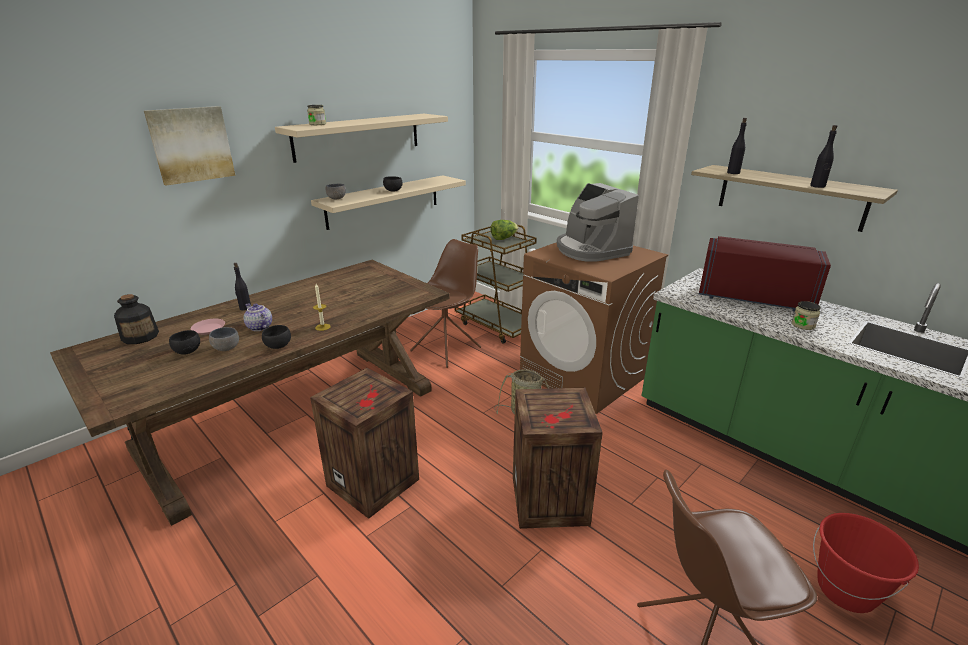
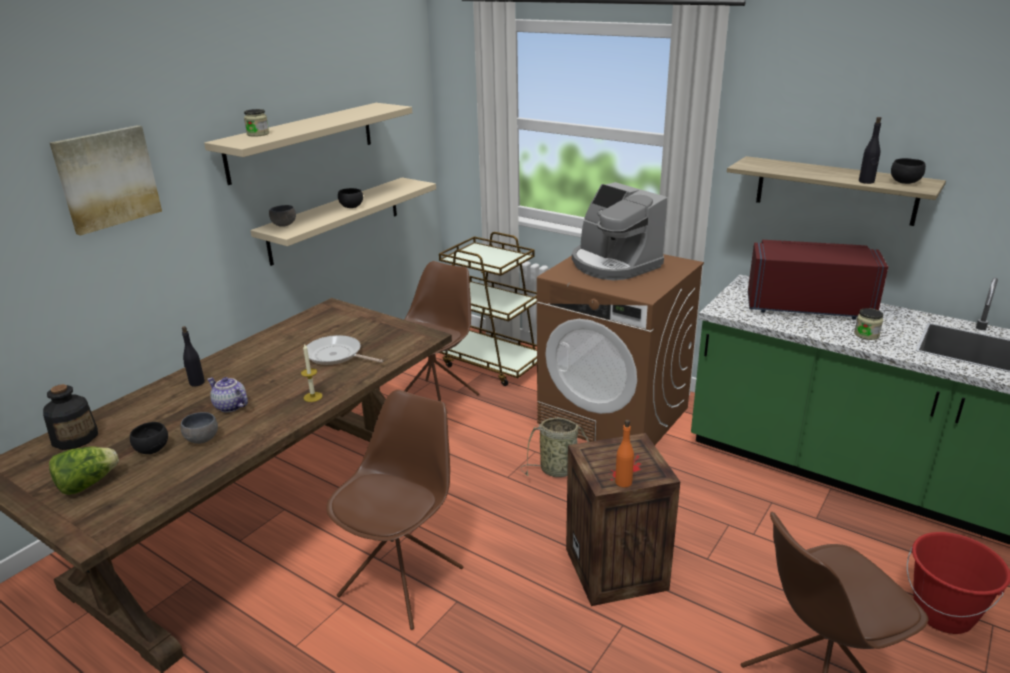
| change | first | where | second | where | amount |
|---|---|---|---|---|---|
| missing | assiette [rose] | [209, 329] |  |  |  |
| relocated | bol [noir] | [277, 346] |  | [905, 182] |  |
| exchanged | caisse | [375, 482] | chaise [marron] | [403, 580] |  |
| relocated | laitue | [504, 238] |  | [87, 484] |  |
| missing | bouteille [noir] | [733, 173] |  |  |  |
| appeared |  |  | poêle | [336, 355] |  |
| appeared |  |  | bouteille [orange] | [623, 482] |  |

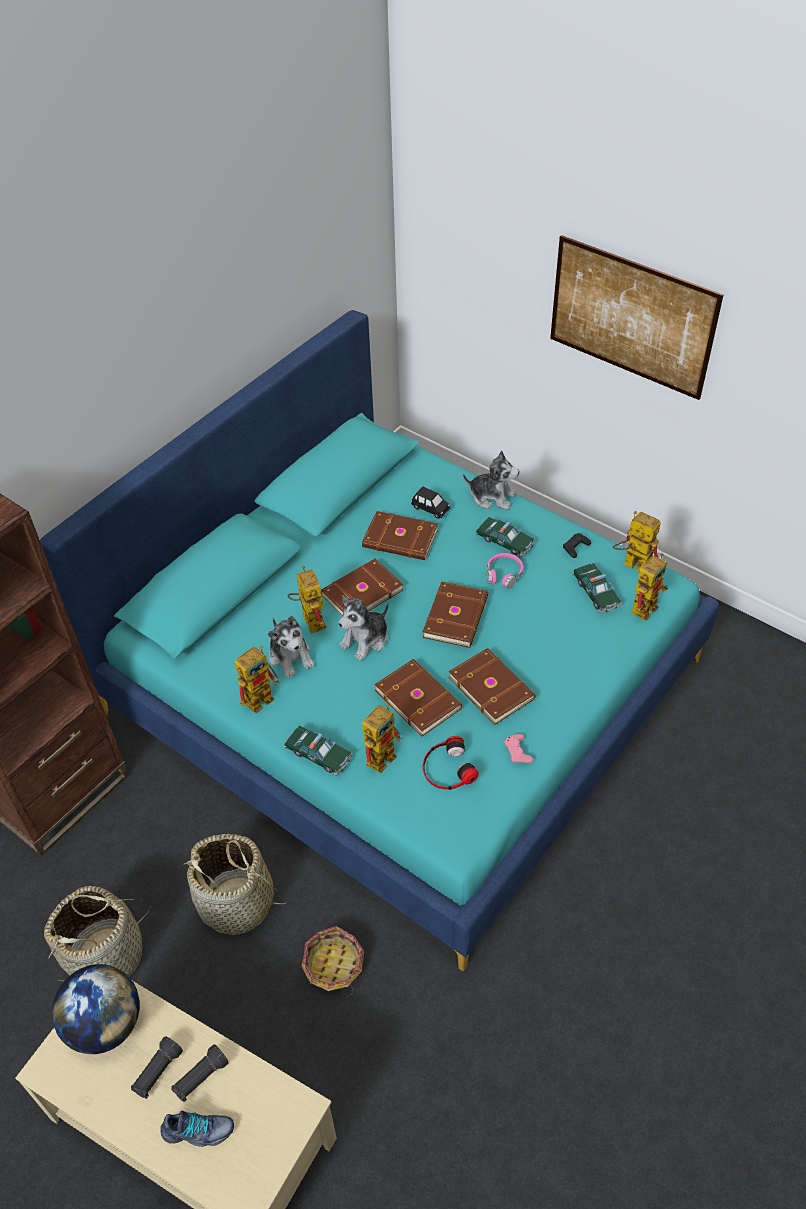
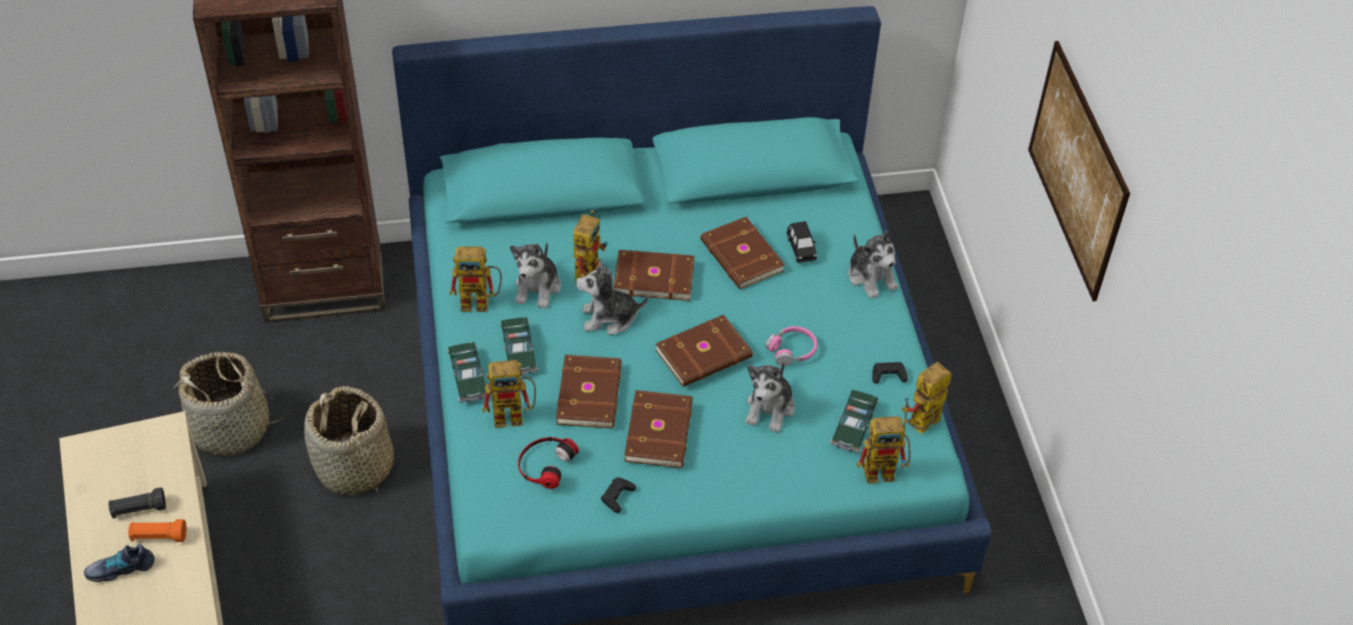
| change | first | where | second | where | amount |
|---|---|---|---|---|---|
| missing | globe | [105, 1024] |  |  |  |
| spun | chaussure | [198, 1131] |  | [120, 568] | 120 degrees clockwise |
| colour | lampe de poche [noir] | [200, 1077] | lampe de poche [orange] | [159, 537] |  |
| missing | panier | [334, 965] |  |  |  |
| relocated | petite voiture | [504, 541] |  | [519, 351] |  |
| colour | manette [rose] | [518, 752] | manette [noir] | [617, 497] |  |
| spun | robot jouet | [631, 564] |  | [921, 427] | 120 degrees counterclockwise |
| appeared |  |  | peluche | [770, 408] |  |

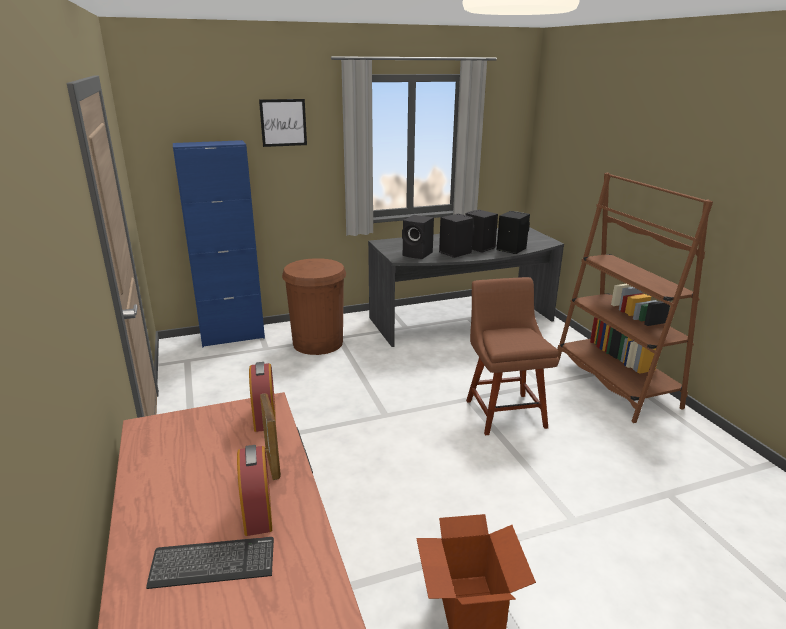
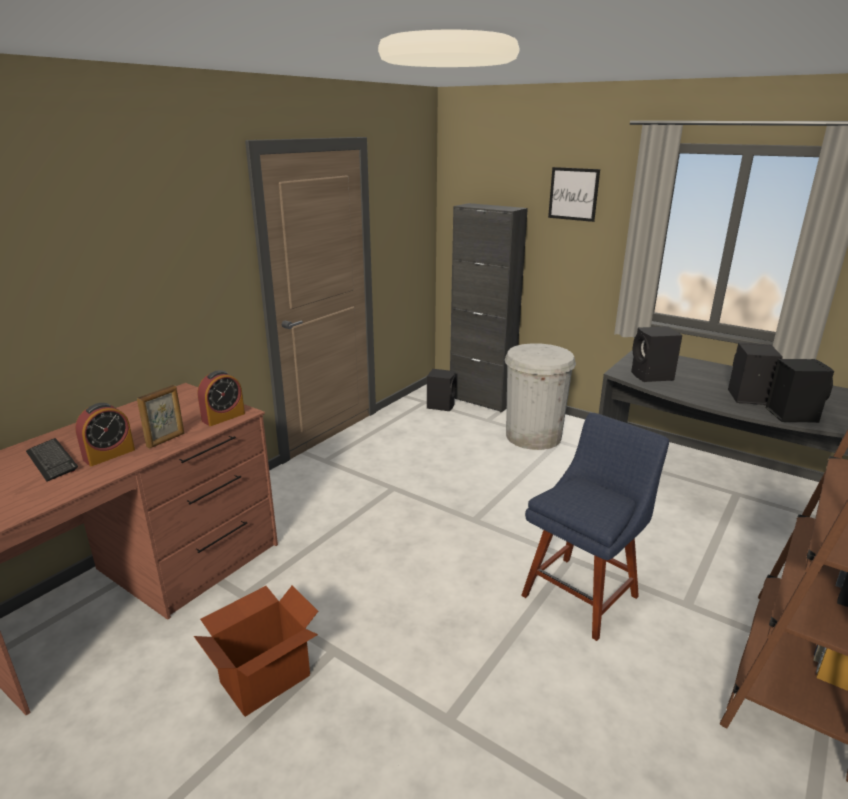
| change | first | where | second | where | amount |
|---|---|---|---|---|---|
| colour | meuble de rangement [bleu] | [232, 337] | meuble de rangement [noir] | [481, 400] |  |
| colour | poubelle [marron] | [317, 343] | poubelle [blanc] | [533, 436] |  |
| relocated | enceinte [noir] | [454, 252] |  | [441, 405] |  |
| colour | chaise [marron] | [504, 411] | chaise [bleu] | [583, 593] |  |

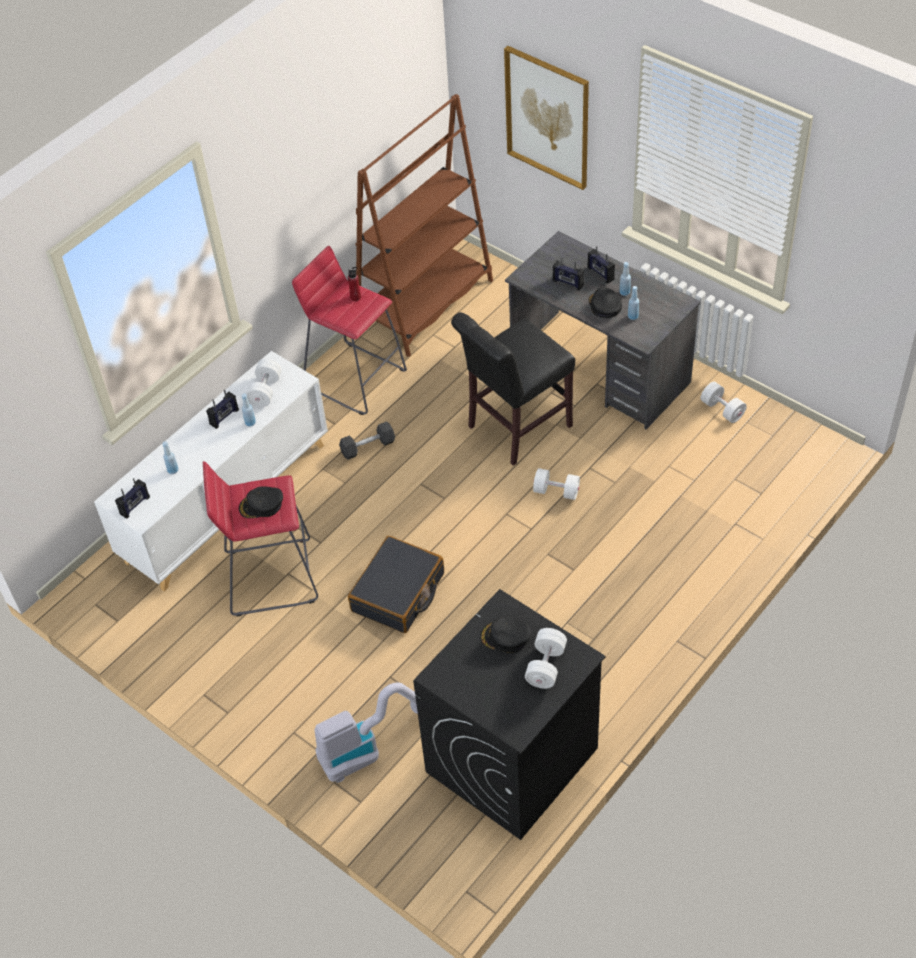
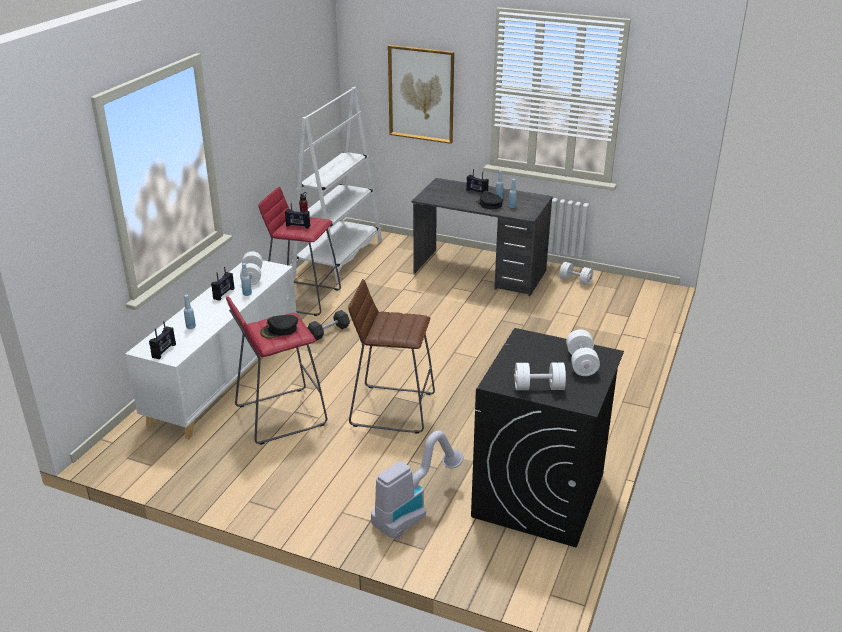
| change | first | where | second | where | amount |
|---|---|---|---|---|---|
| exchanged | valise [noir] | [398, 593] | tabouret [marron] | [392, 408] |  |
| colour | bibliothèque [marron] | [425, 305] | bibliothèque [blanc] | [339, 257] |  |
| missing | chaise [noir] | [515, 429] |  |  |  |
| missing | casquette [noir] | [505, 637] |  |  |  |
| relocated | haltère [blanc] | [556, 491] |  | [538, 387] |  |
| relocated | radio | [568, 283] |  | [298, 226] |  |

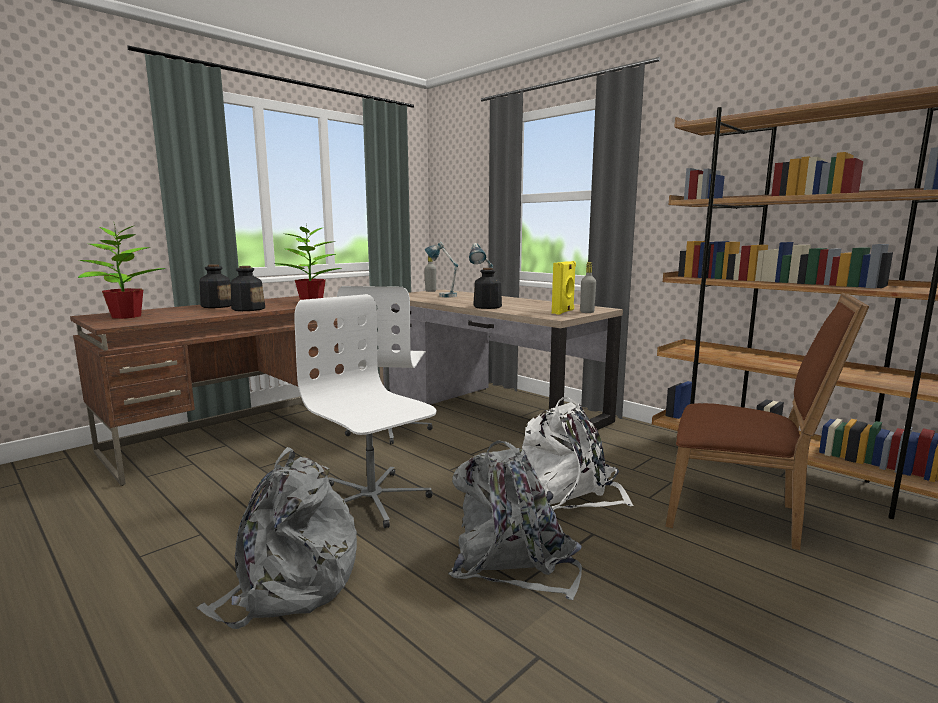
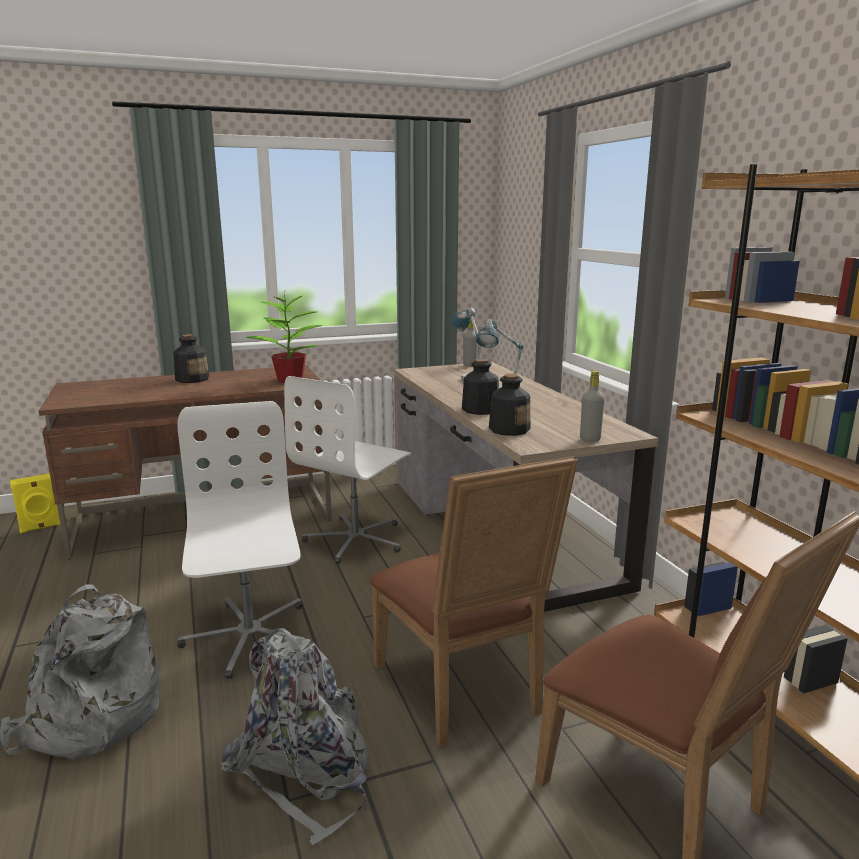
| change | first | where | second | where | amount |
|---|---|---|---|---|---|
| missing | plante en pot | [125, 316] |  |  |  |
| relocated | bouteille | [248, 309] |  | [509, 429] |  |
| exchanged | sac à dos [blanc] | [569, 494] | chaise [marron] | [464, 692] |  |
| relocated | enceinte [jaune] | [563, 312] |  | [41, 527] |  |

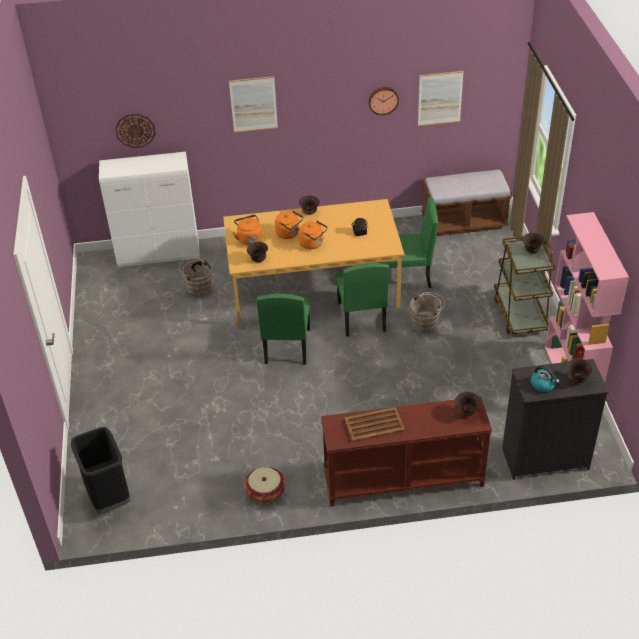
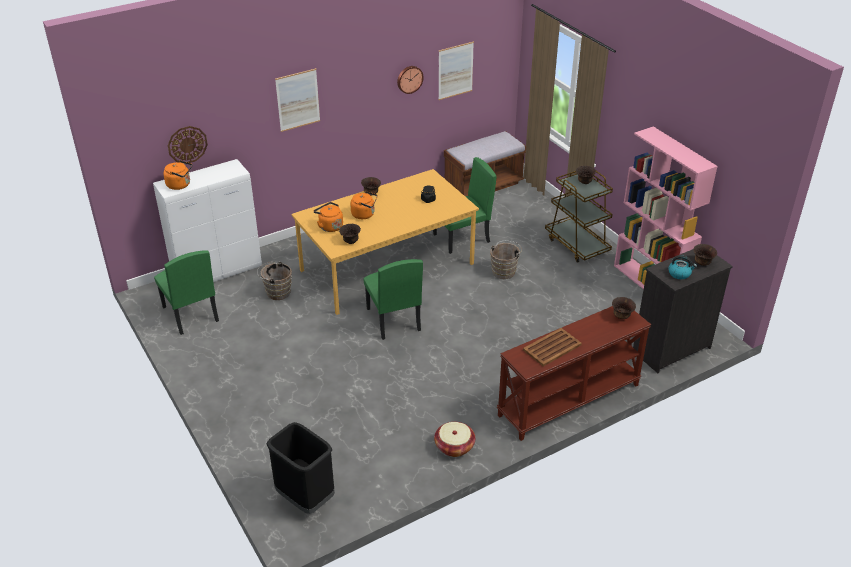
| change | first | where | second | where | amount |
|---|---|---|---|---|---|
| relocated | bouilloire [orange] | [313, 244] |  | [180, 185] |  |
| relocated | chaise [vert] | [361, 317] |  | [190, 314] |  |

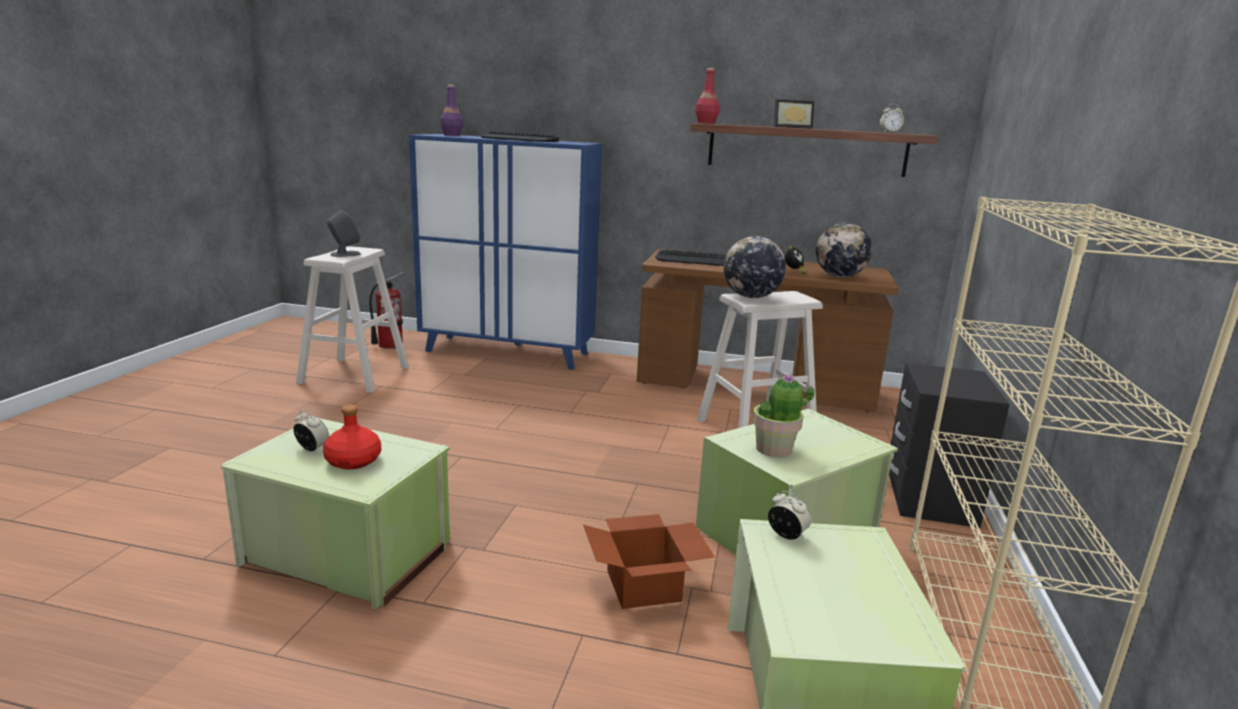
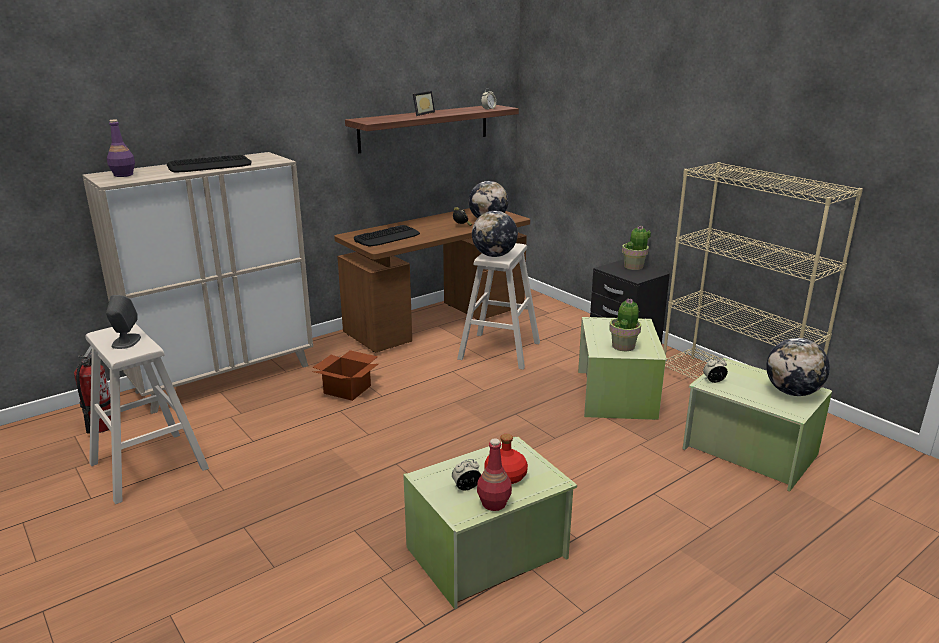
| change | first | where | second | where | amount |
|---|---|---|---|---|---|
| colour | meuble de rangement [bleu] | [508, 352] | meuble de rangement [beige] | [225, 378] |  |
| relocated | carton | [646, 586] |  | [348, 389] |  |
| relocated | bouteille [rouge] | [706, 123] |  | [494, 504] |  |
| appeared |  |  | plante en pot | [634, 267] |  |
| appeared |  |  | globe | [792, 392] |  |

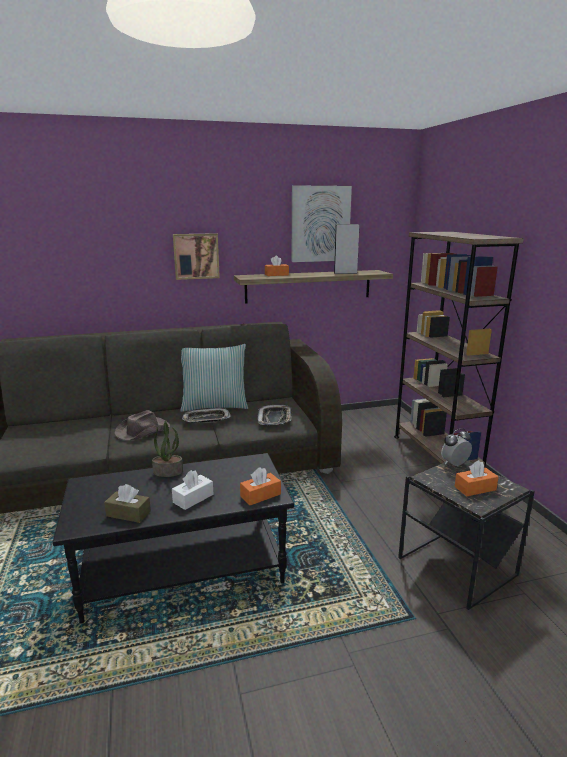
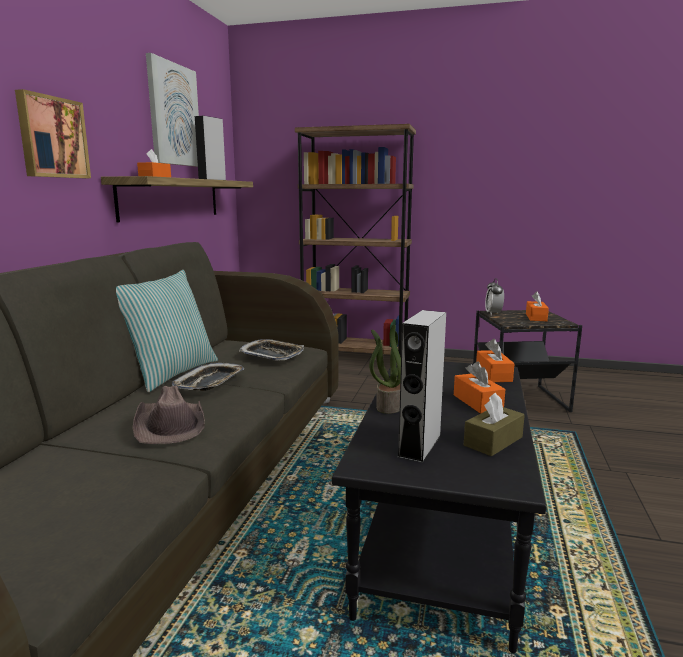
| change | first | where | second | where | amount |
|---|---|---|---|---|---|
| colour | boîte à mouchoirs [blanc] | [193, 498] | boîte à mouchoirs [orange] | [477, 402] |  |
| appeared |  |  | enceinte [gris] | [419, 445] |  |

